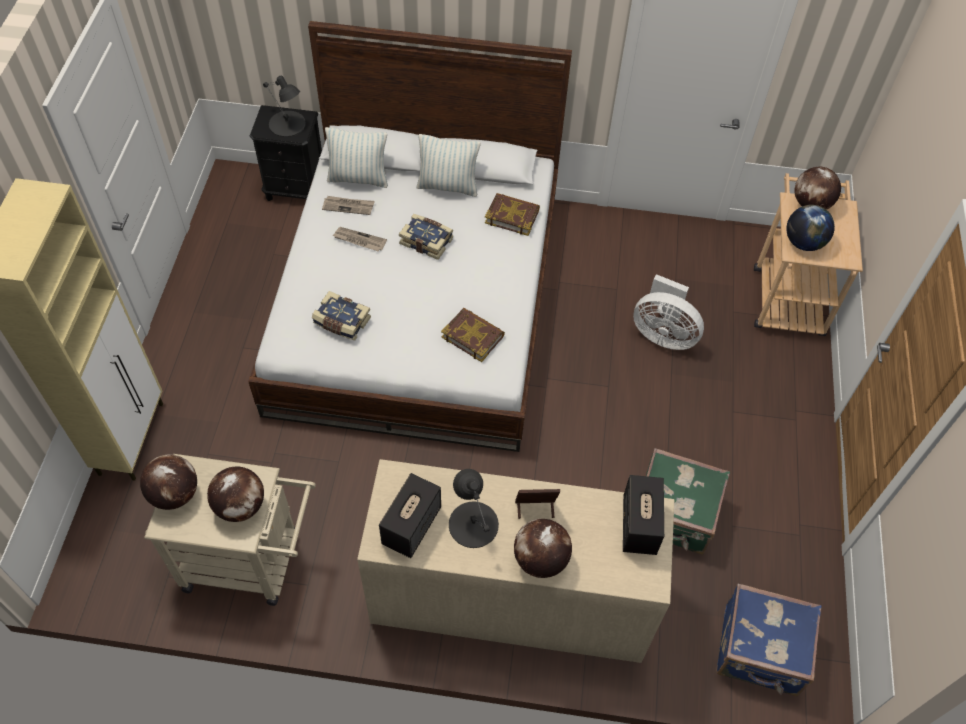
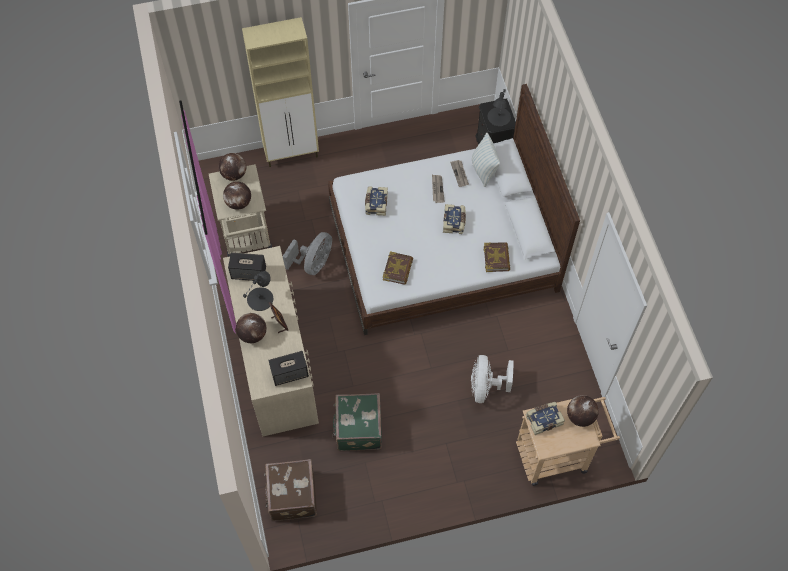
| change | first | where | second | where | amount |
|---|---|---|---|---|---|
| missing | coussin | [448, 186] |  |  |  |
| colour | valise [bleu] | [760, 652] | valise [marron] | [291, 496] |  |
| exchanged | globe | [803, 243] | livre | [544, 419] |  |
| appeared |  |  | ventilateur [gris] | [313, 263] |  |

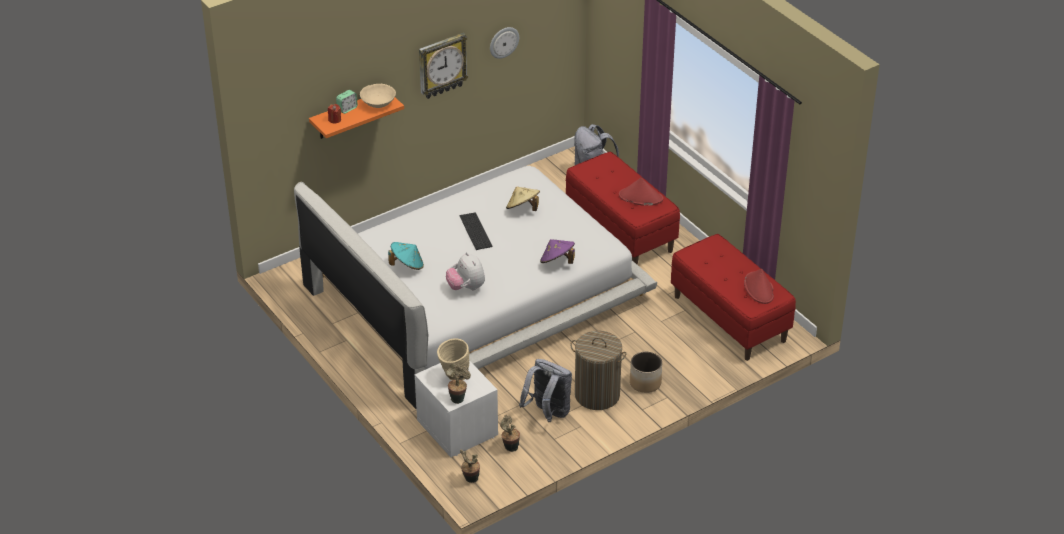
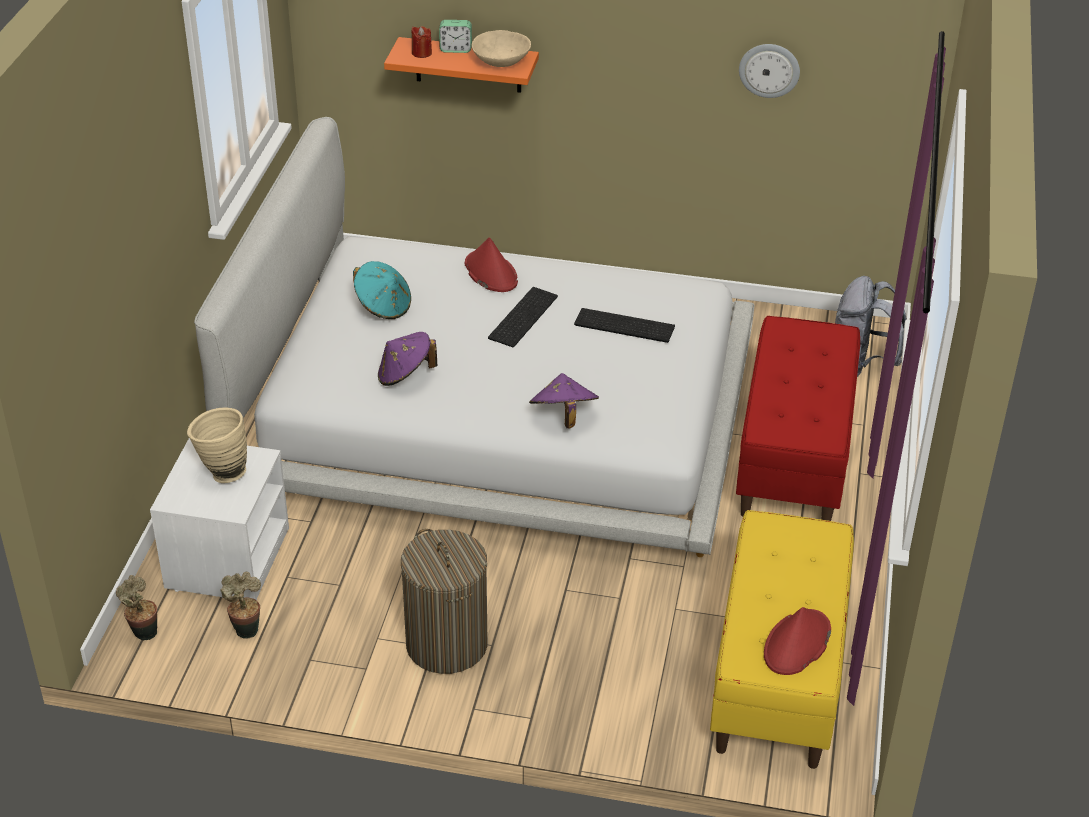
| change | first | where | second | where | amount |
|---|---|---|---|---|---|
| missing | horloge murale | [442, 65] |  |  |  |
| missing | plante en pot | [457, 398] |  |  |  |
| exchanged | peluche | [466, 287] | chapeau [violet] | [405, 375] |  |
| exchanged | chapeau [beige] | [523, 209] | clavier | [623, 326] |  |
| missing | sac à dos [gris] | [548, 413] |  |  |  |
| relocated | chapeau [rouge] | [640, 197] |  | [490, 273] |  |
| missing | cache-pot | [645, 383] |  |  |  |
| colour | banc [rouge] | [730, 318] | banc [jaune] | [778, 675] |  |

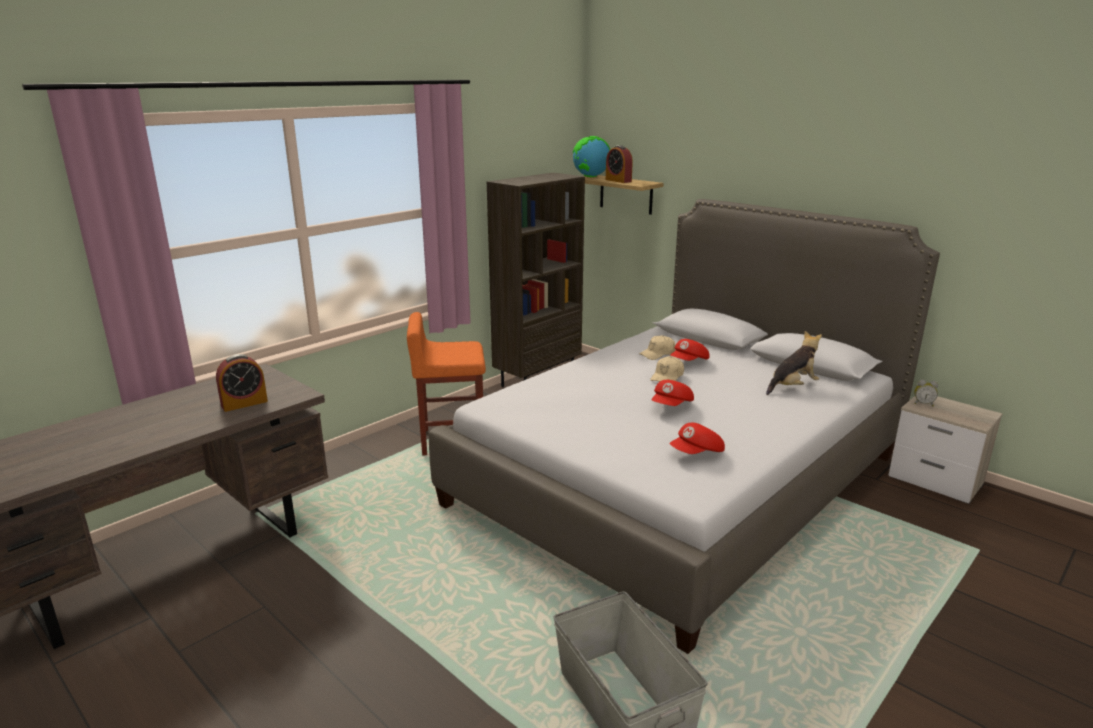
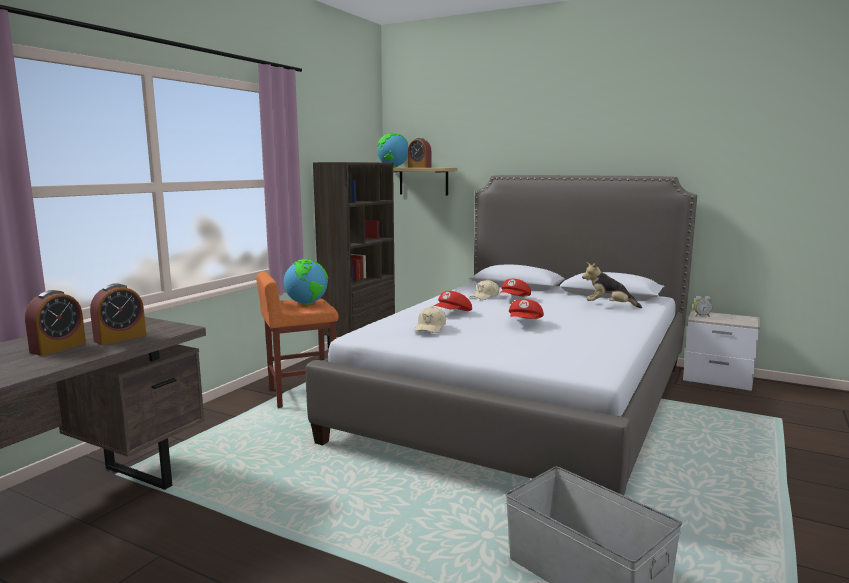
| change | first | where | second | where | amount |
|---|---|---|---|---|---|
| relocated | casquette [beige] | [667, 377] |  | [430, 327] |  |
| relocated | casquette [rouge] | [697, 453] |  | [453, 313] |  |
| spun | peluche | [792, 387] |  | [609, 306] | 120 degrees counterclockwise |
| appeared |  |  | réveil | [58, 347] |  |
| appeared |  |  | globe | [307, 304] |  |

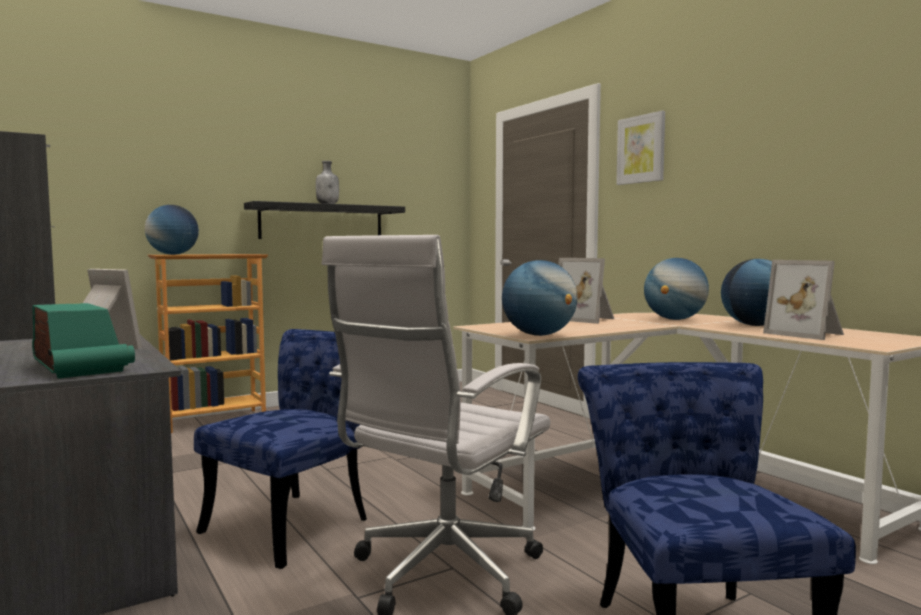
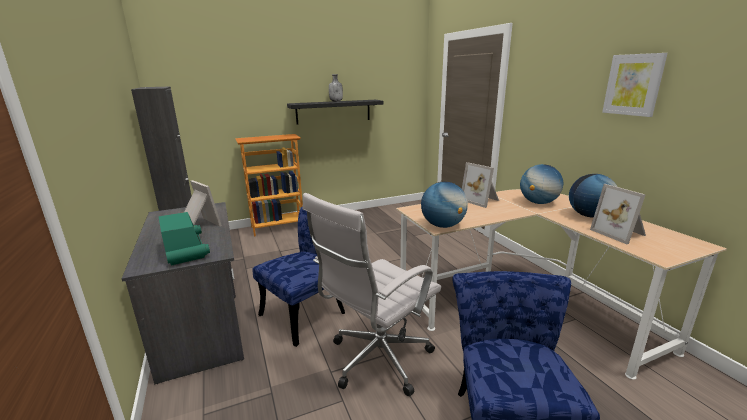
| change | first | where | second | where | amount |
|---|---|---|---|---|---|
| missing | globe | [173, 254] |  |  |  |
| relocated | tableau | [641, 149] |  | [633, 85] |  |

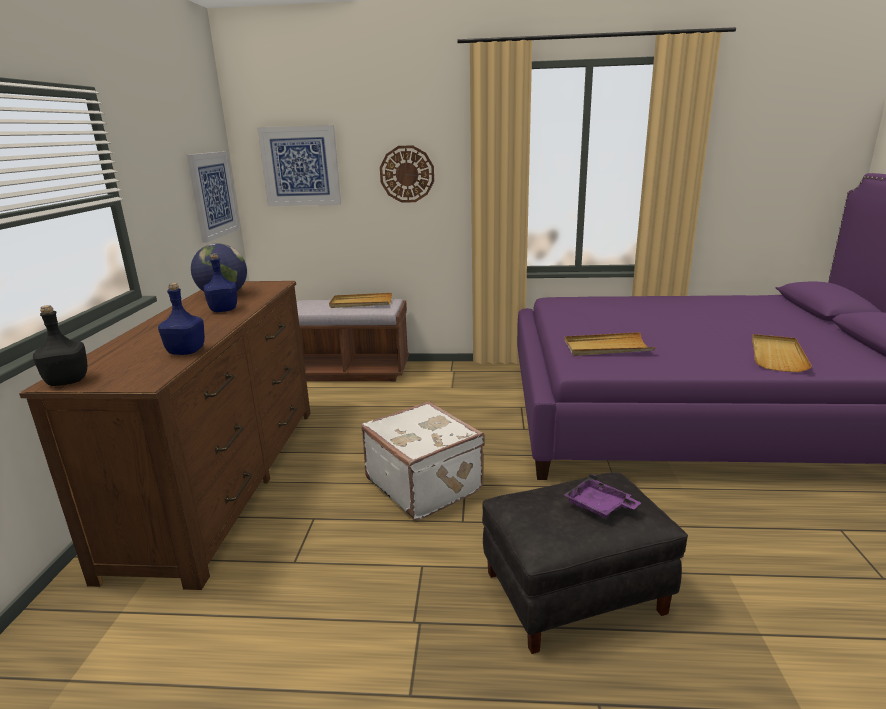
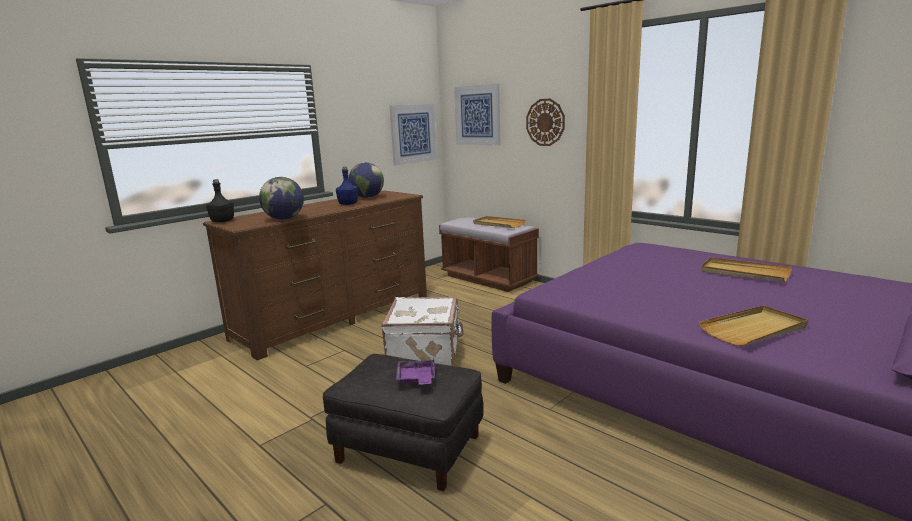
| change | first | where | second | where | amount |
|---|---|---|---|---|---|
| exchanged | bouteille [bleu] | [186, 352] | globe | [284, 219] |  |
| relocated | plateau [beige] | [607, 347] |  | [744, 272] |  |

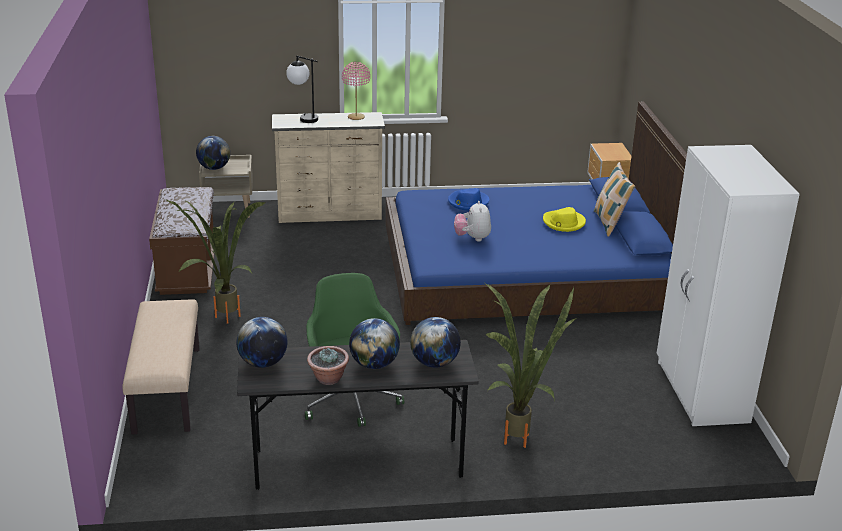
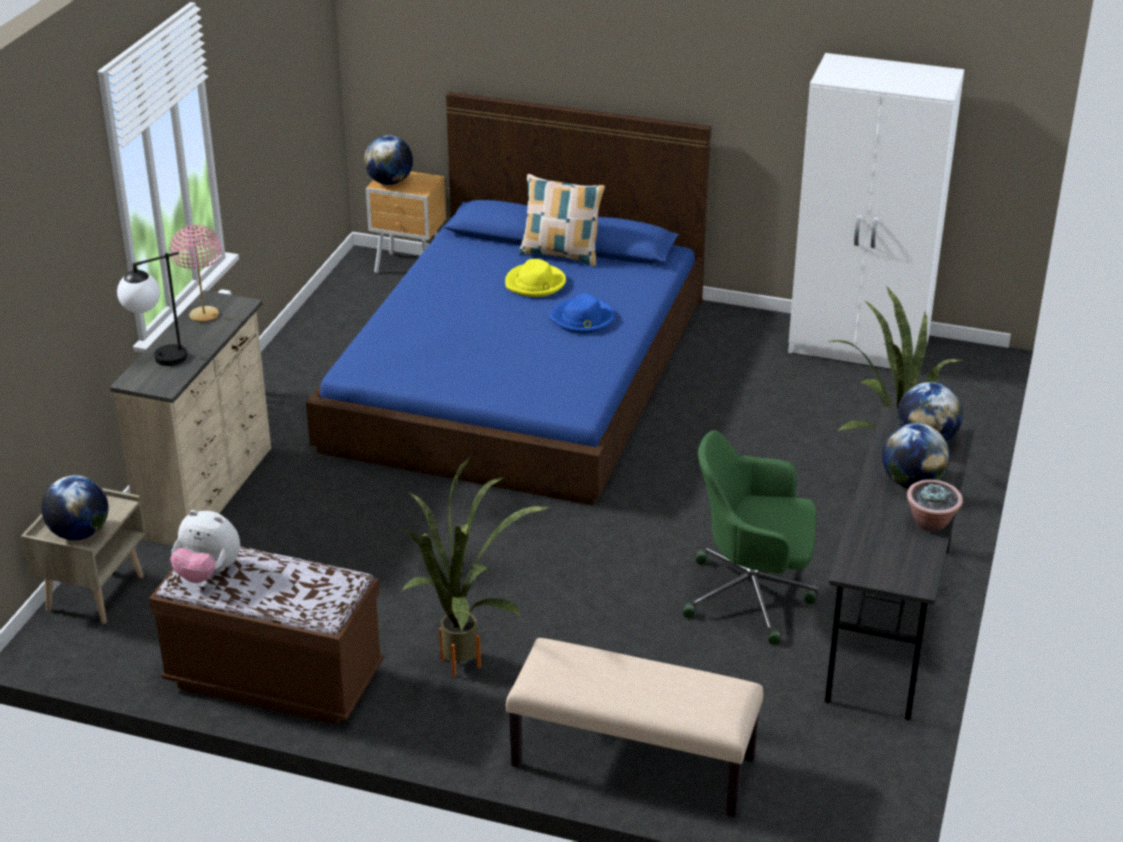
| change | first | where | second | where | amount |
|---|---|---|---|---|---|
| relocated | globe | [263, 363] |  | [389, 182] |  |
| relocated | chapeau [bleu] | [468, 202] |  | [582, 319] |  |
| relocated | peluche | [472, 238] |  | [208, 573] |  |

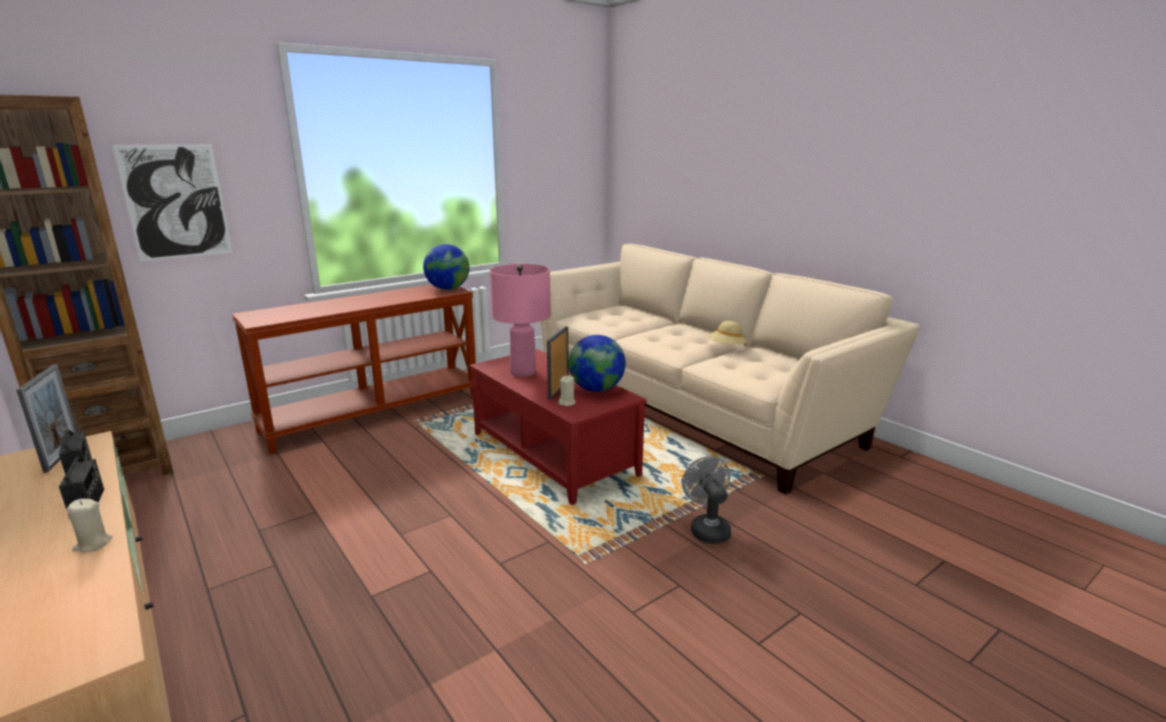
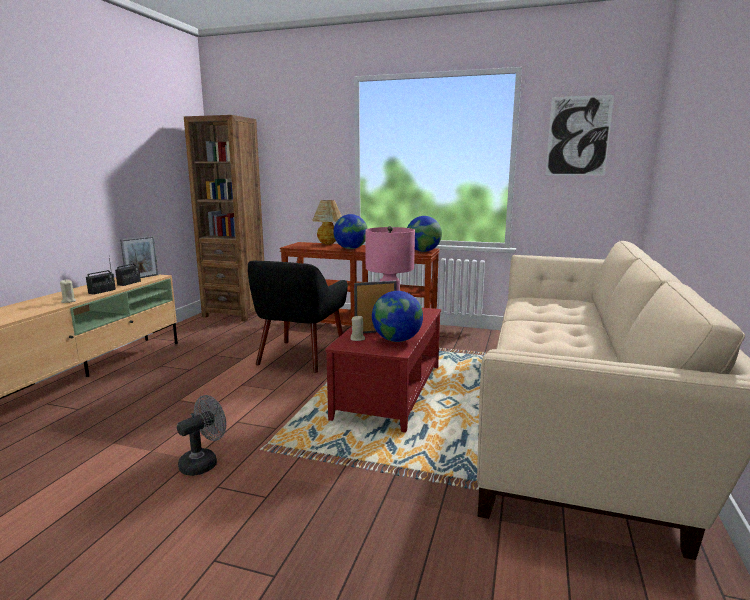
| change | first | where | second | where | amount |
|---|---|---|---|---|---|
| relocated | tableau | [176, 202] |  | [578, 136] |  |
| relocated | ventilateur [gris] | [707, 528] |  | [203, 463] |  |
| missing | chapeau [beige] | [726, 348] |  |  |  |
| appeared |  |  | fauteuil [noir] | [300, 356] |  |
| appeared |  |  | lampe de table | [328, 244] |  |
| appeared |  |  | globe | [350, 249] |  |

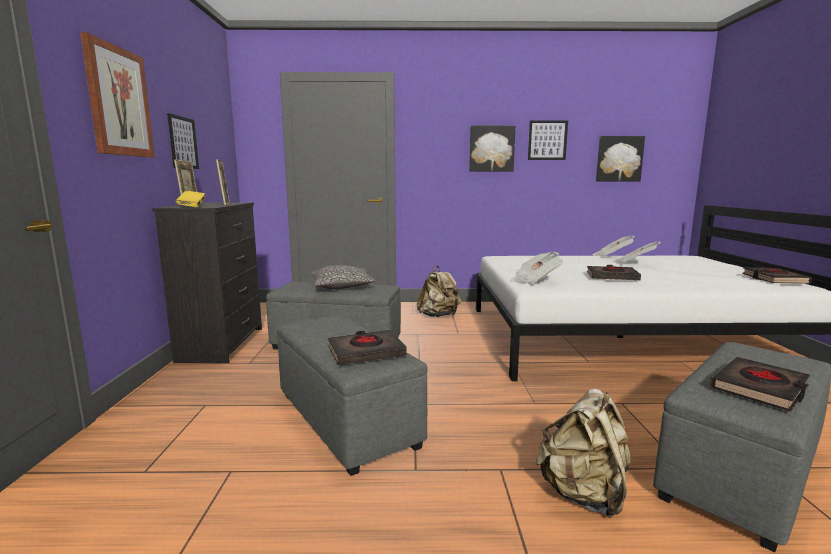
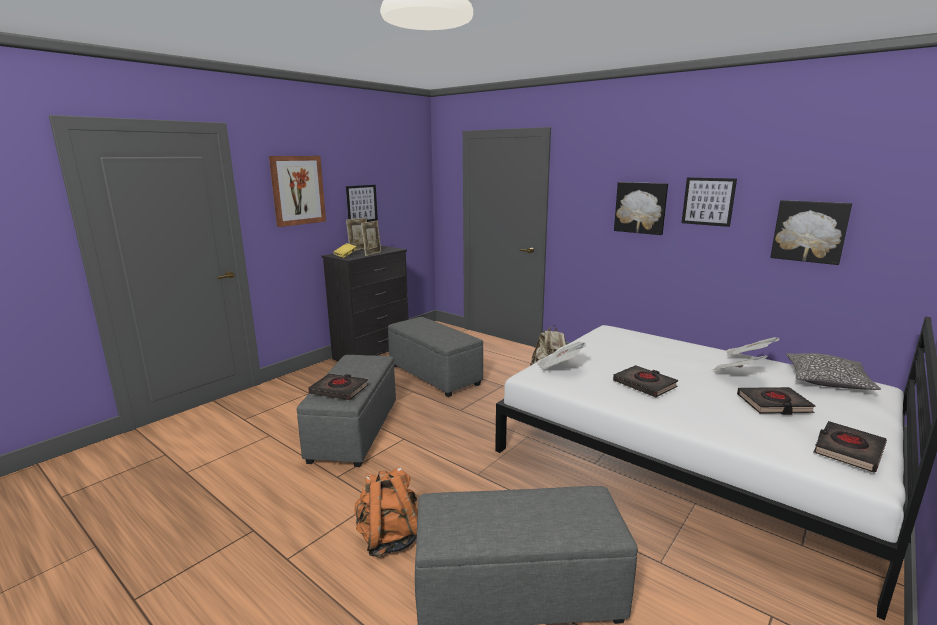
| change | first | where | second | where | amount |
|---|---|---|---|---|---|
| relocated | coussin | [341, 286] |  | [827, 381] |  |
| colour | sac à dos [beige] | [583, 494] | sac à dos [orange] | [389, 539] |  |
| relocated | livre [noir] | [760, 388] |  | [774, 404] |  |

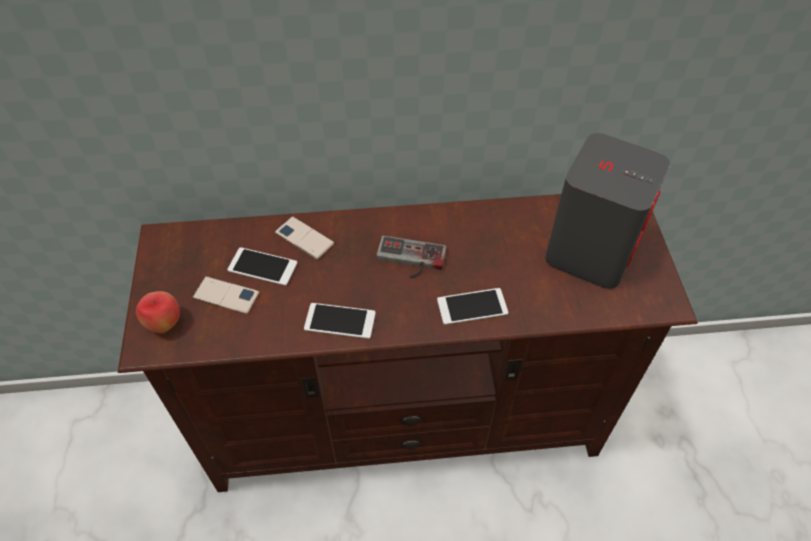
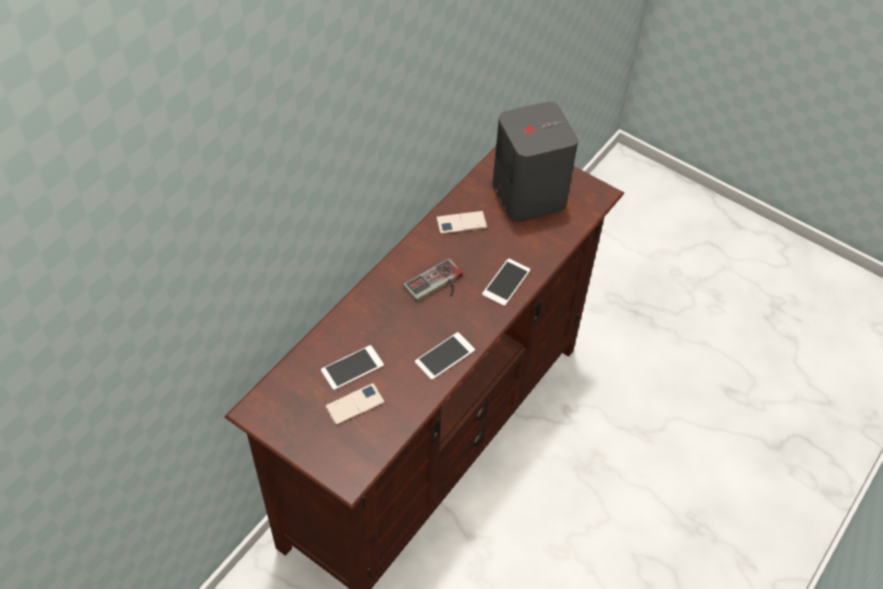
| change | first | where | second | where | amount |
|---|---|---|---|---|---|
| missing | pomme | [164, 324] |  |  |  |
| relocated | téléphone | [304, 238] |  | [461, 223] |  |

